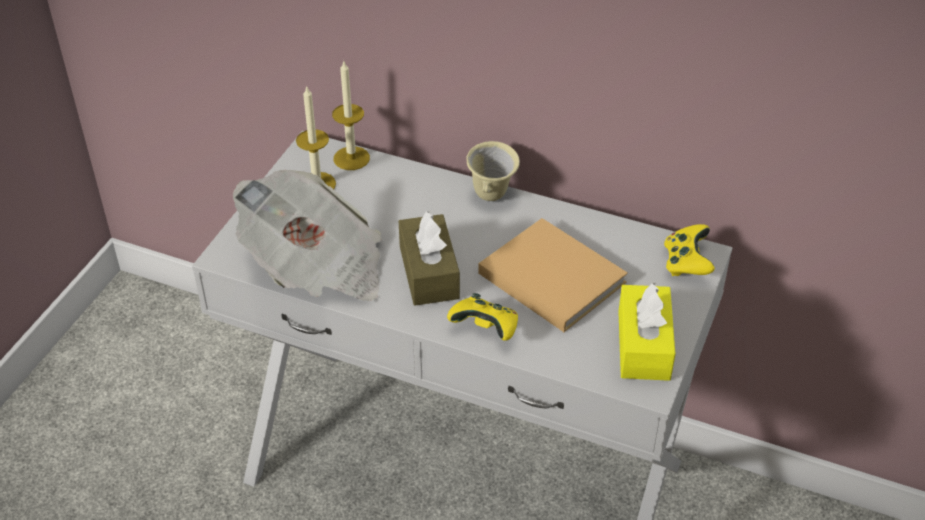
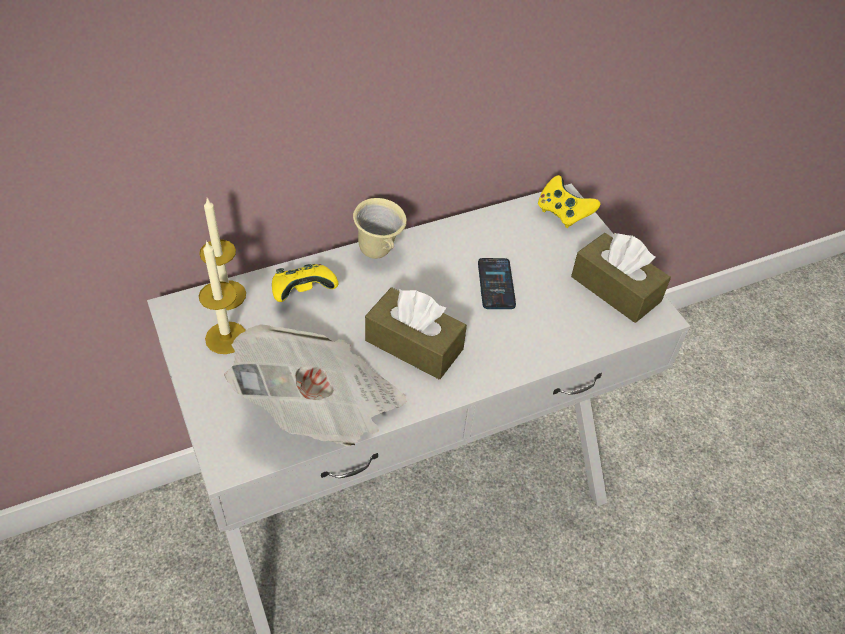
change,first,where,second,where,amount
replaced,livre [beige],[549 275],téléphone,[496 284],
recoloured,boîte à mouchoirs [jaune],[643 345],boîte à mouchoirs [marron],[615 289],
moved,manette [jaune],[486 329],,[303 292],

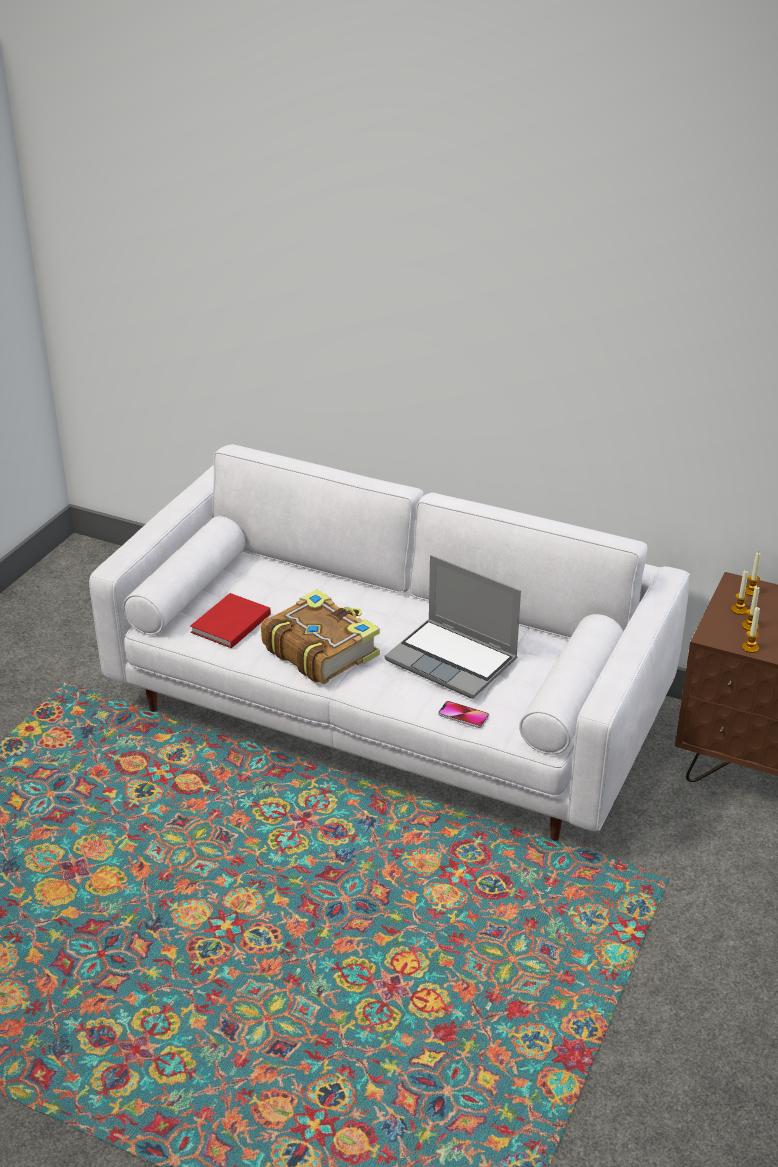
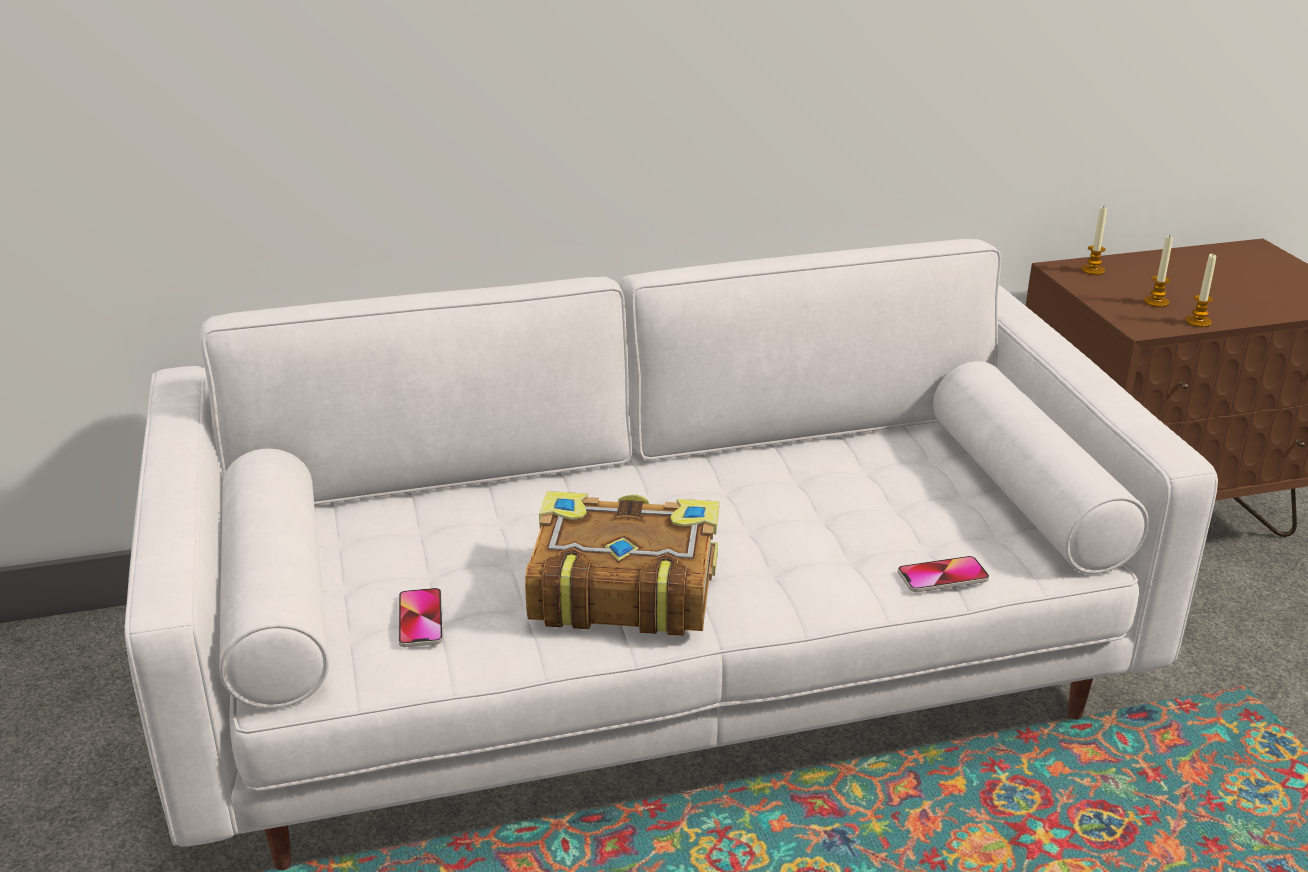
change,first,where,second,where,amount
removed,ordinateur portable,[453 660],,,
removed,bougie,[739 610],,,
replaced,livre [rouge],[228 624],téléphone,[420 619],

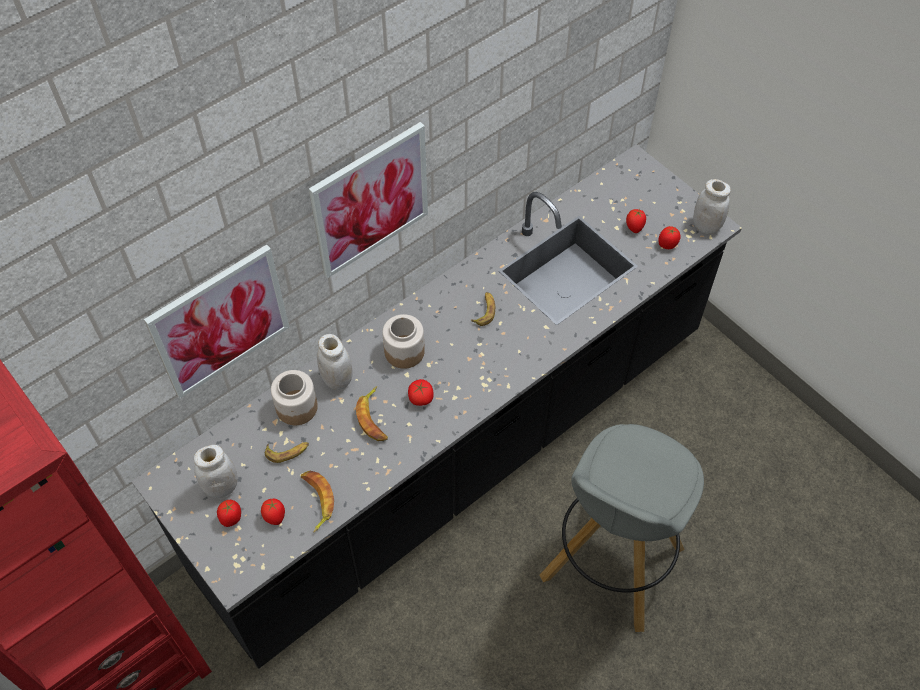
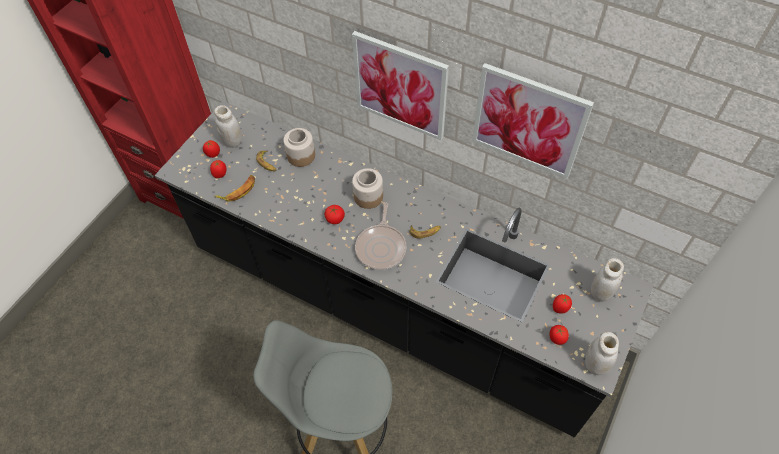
change,first,where,second,where,amount
moved,tableau,[220 321],,[528 121],
moved,bocal [blanc],[337 379],,[601 292],
removed,banane,[374 418],,,
added,,,poêle,[381 247],

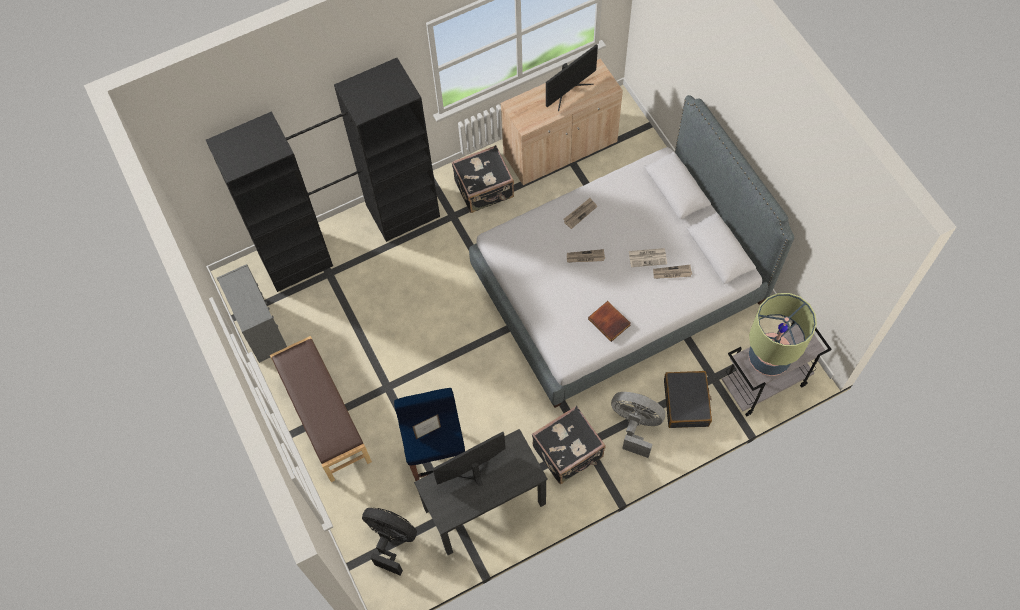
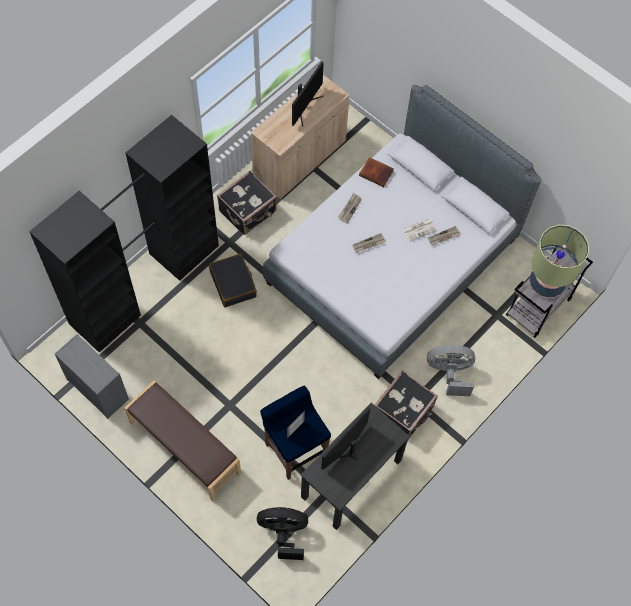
change,first,where,second,where,amount
moved,livre,[610 322],,[376 173],
moved,valise [noir],[686 403],,[233 284],

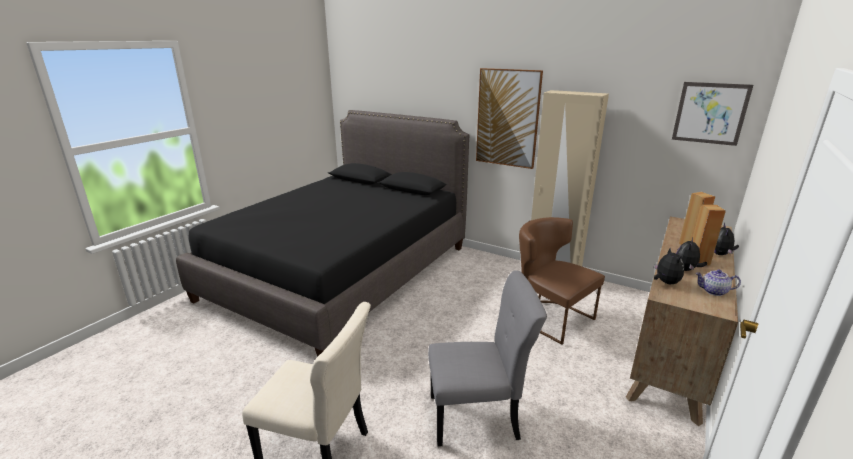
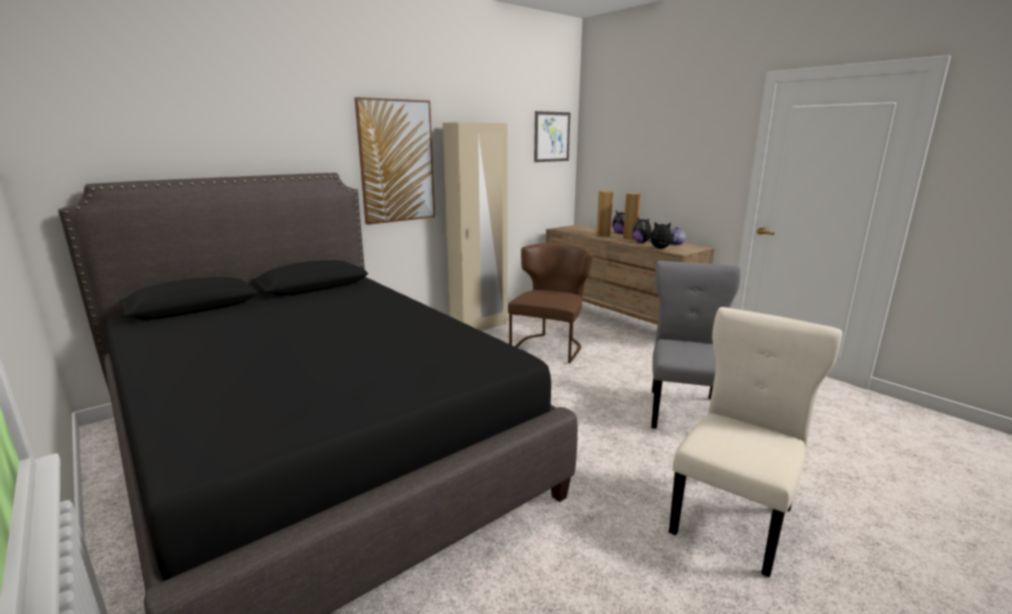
change,first,where,second,where,amount
turned,chaise [marron],[550 317],,[550 346],135 degrees clockwise

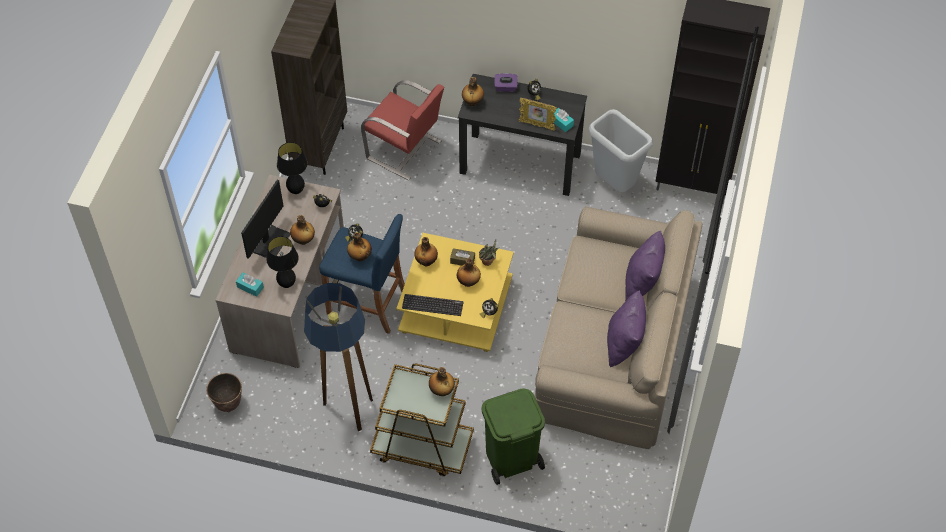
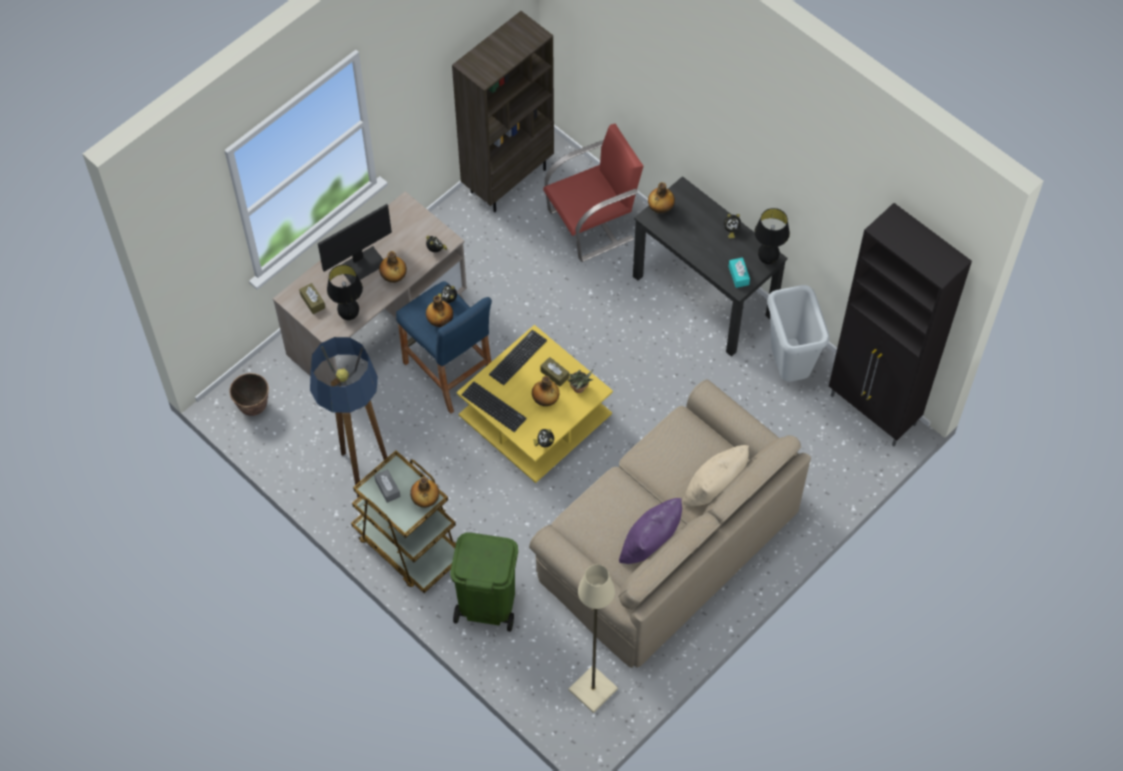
change,first,where,second,where,amount
removed,boîte à mouchoirs [violet],[505 87],,,
turned,chaise [rouge],[405 150],,[592 224],90 degrees counterclockwise
removed,cadre photo,[537 125],,,
moved,lampe de table [noir],[296 190],,[767 260],
recoloured,coussin [violet],[642 282],coussin [beige],[714 491],
replaced,bouteille,[426 261],clavier,[518 357],
recoloured,boîte à mouchoirs [turquoise],[250 287],boîte à mouchoirs [marron],[312 301],
added,,,boîte à mouchoirs [gris],[387 488],
added,,,lampadaire [beige],[593 690],

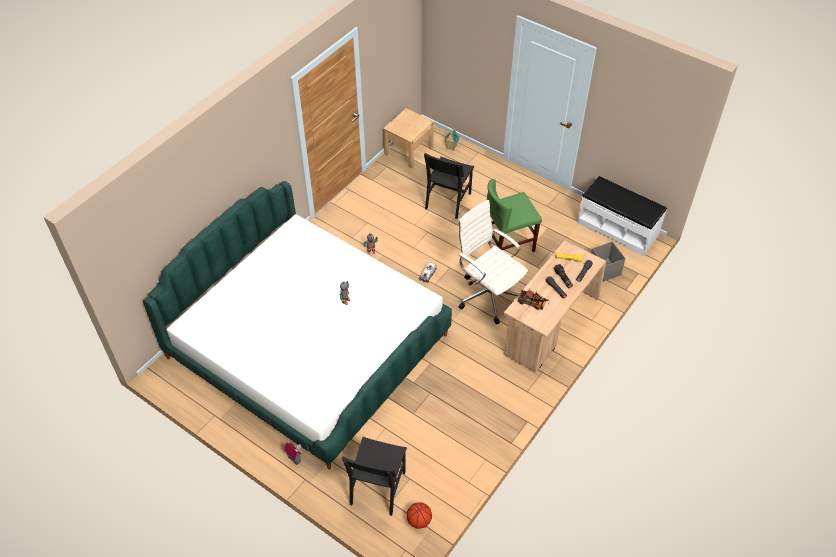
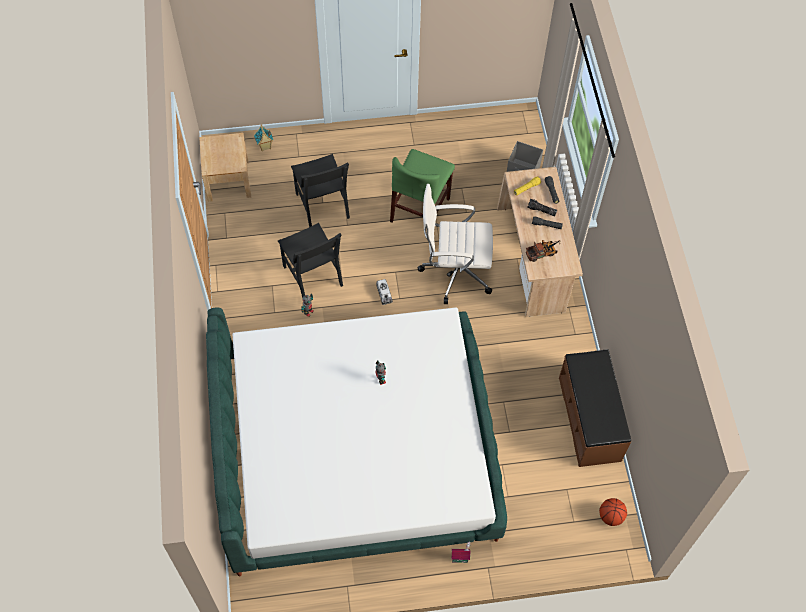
change,first,where,second,where,amount
removed,banc [blanc],[617 229],,,
moved,chaise [noir],[377 487],,[312 276],
added,,,banc [marron],[590 418],

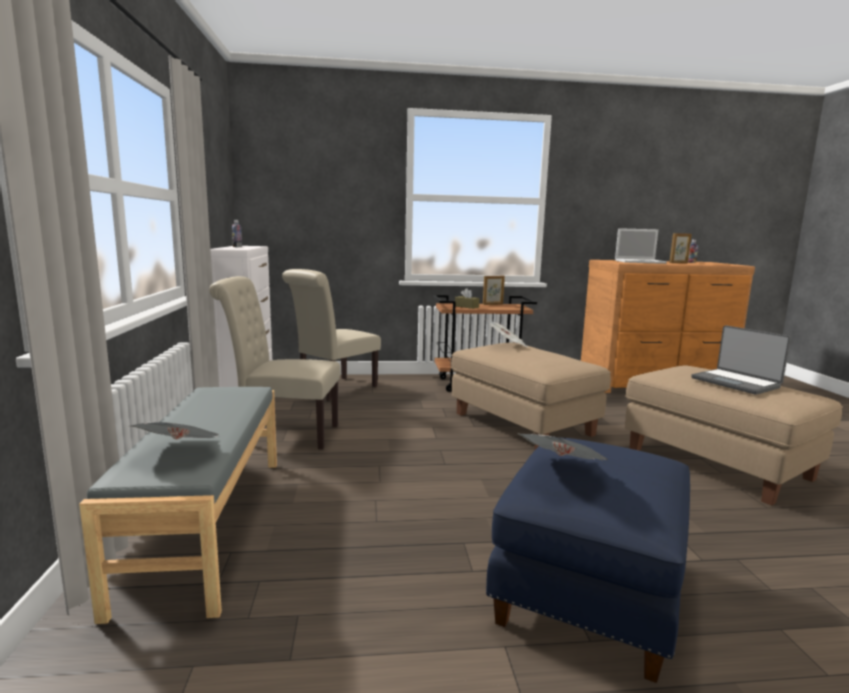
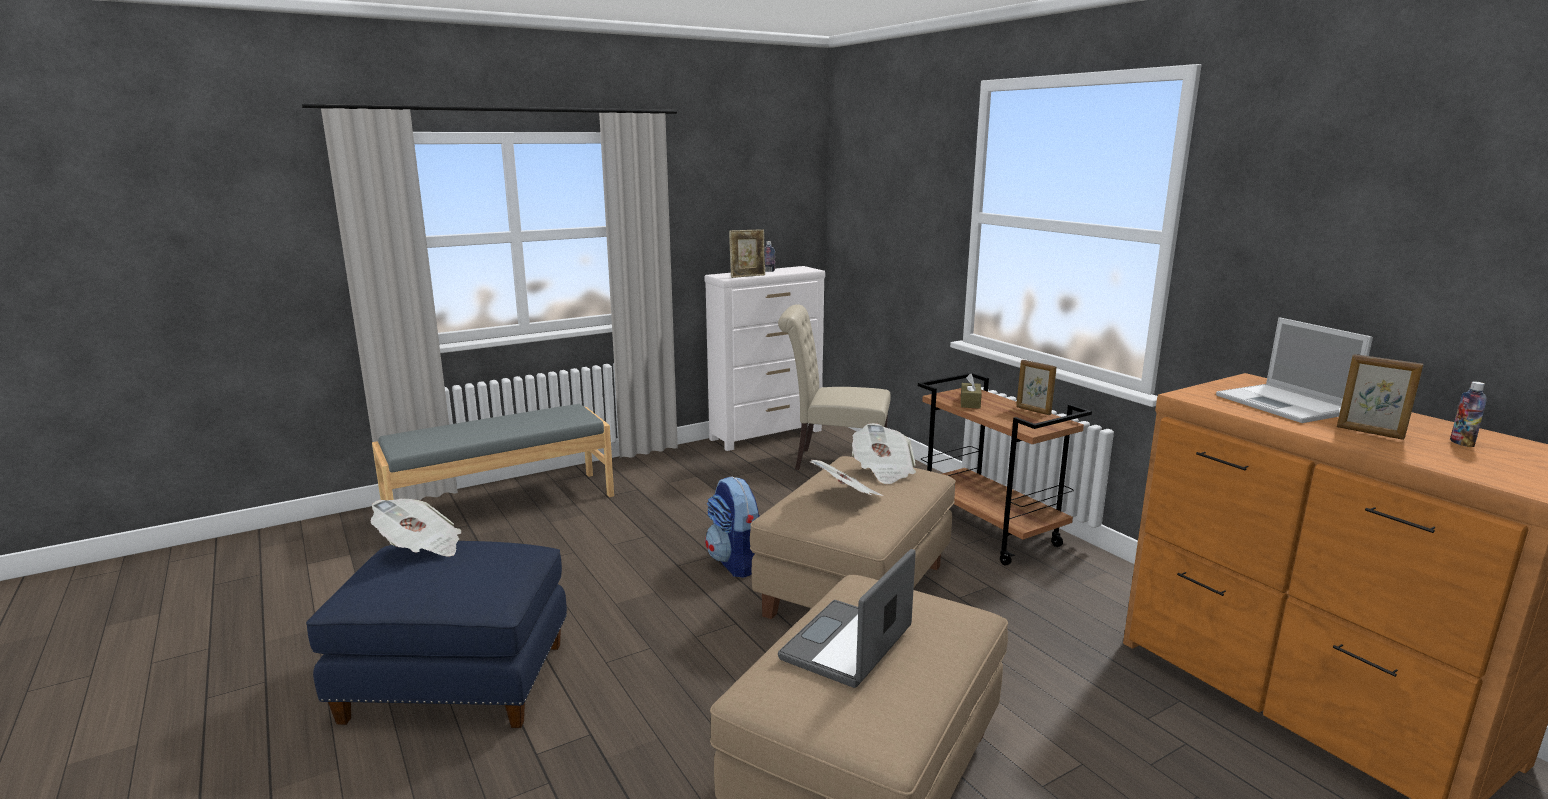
change,first,where,second,where,amount
removed,chaise [beige],[282 434],,,
moved,journal,[181 452],,[846 496],
added,,,cadre photo,[747 276],
added,,,sac à dos,[737 563],

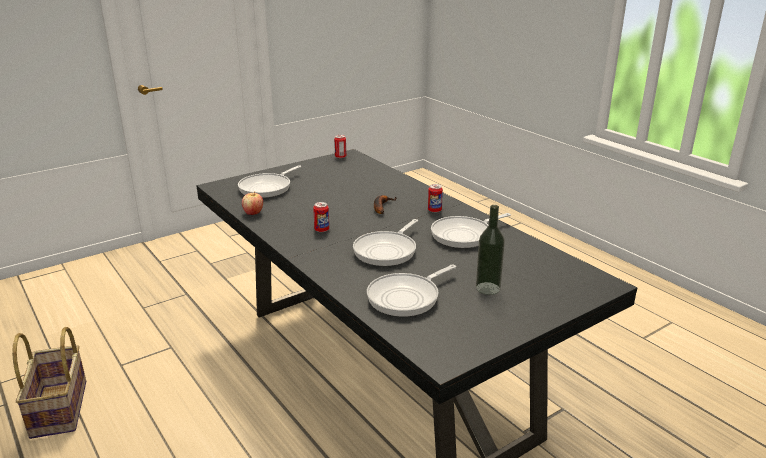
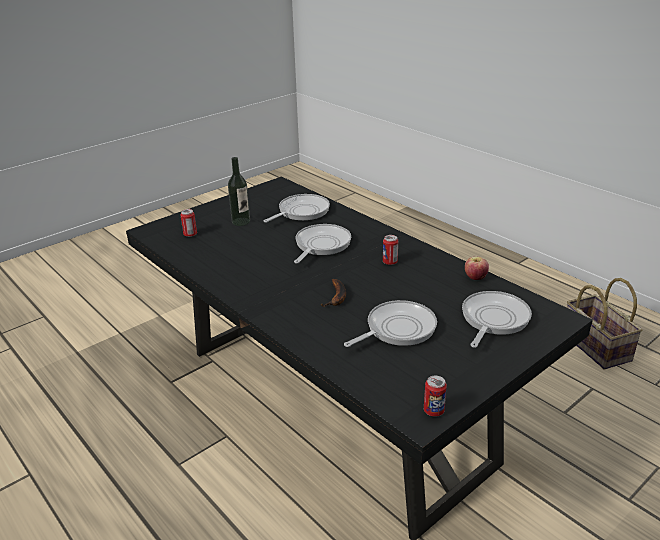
change,first,where,second,where,amount
moved,boîte métallique,[434 210],,[190 234],
moved,poêle,[464 235],,[397 329],

